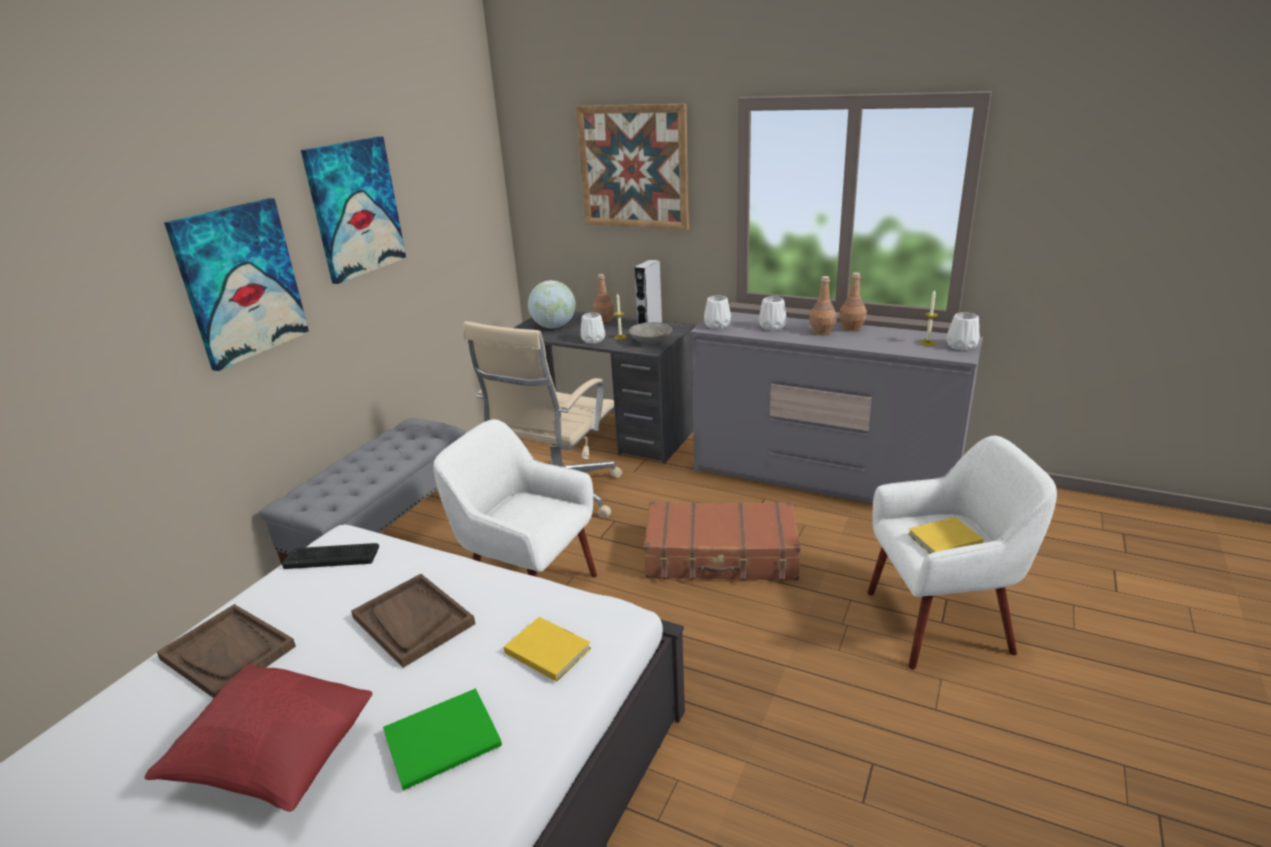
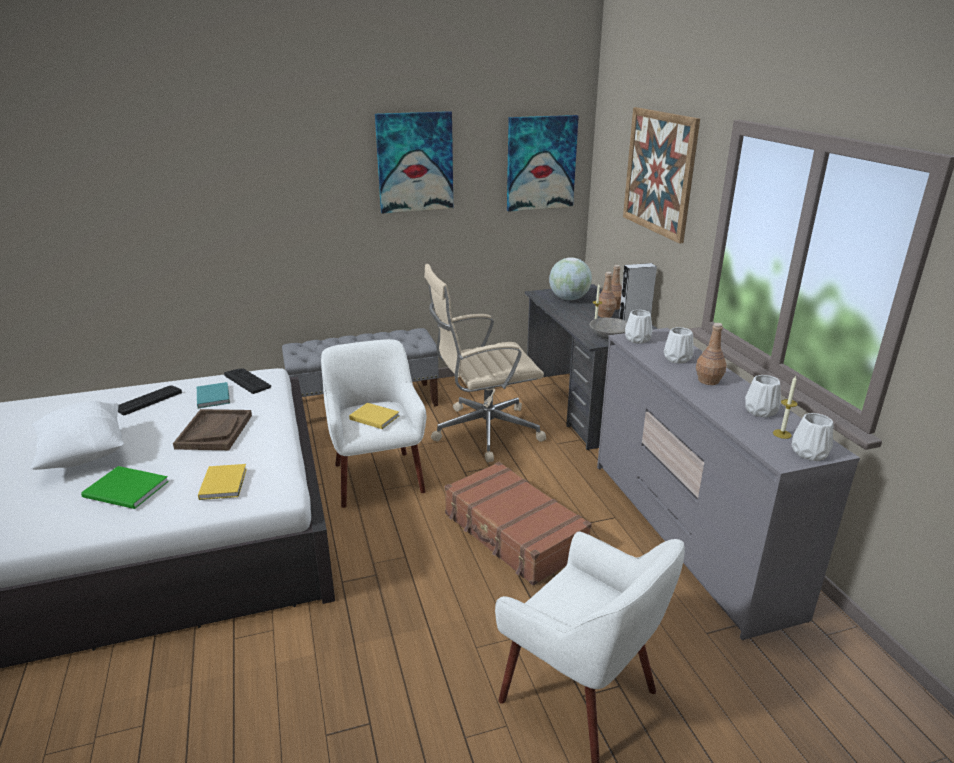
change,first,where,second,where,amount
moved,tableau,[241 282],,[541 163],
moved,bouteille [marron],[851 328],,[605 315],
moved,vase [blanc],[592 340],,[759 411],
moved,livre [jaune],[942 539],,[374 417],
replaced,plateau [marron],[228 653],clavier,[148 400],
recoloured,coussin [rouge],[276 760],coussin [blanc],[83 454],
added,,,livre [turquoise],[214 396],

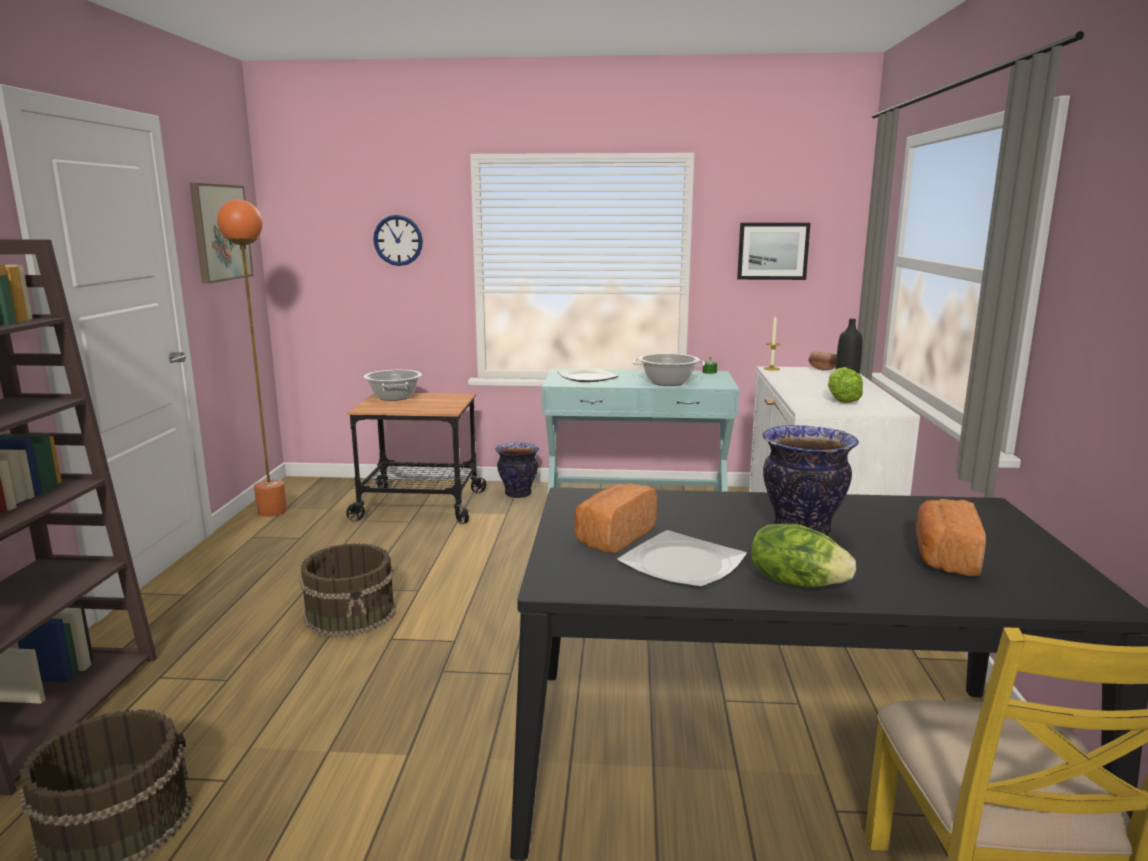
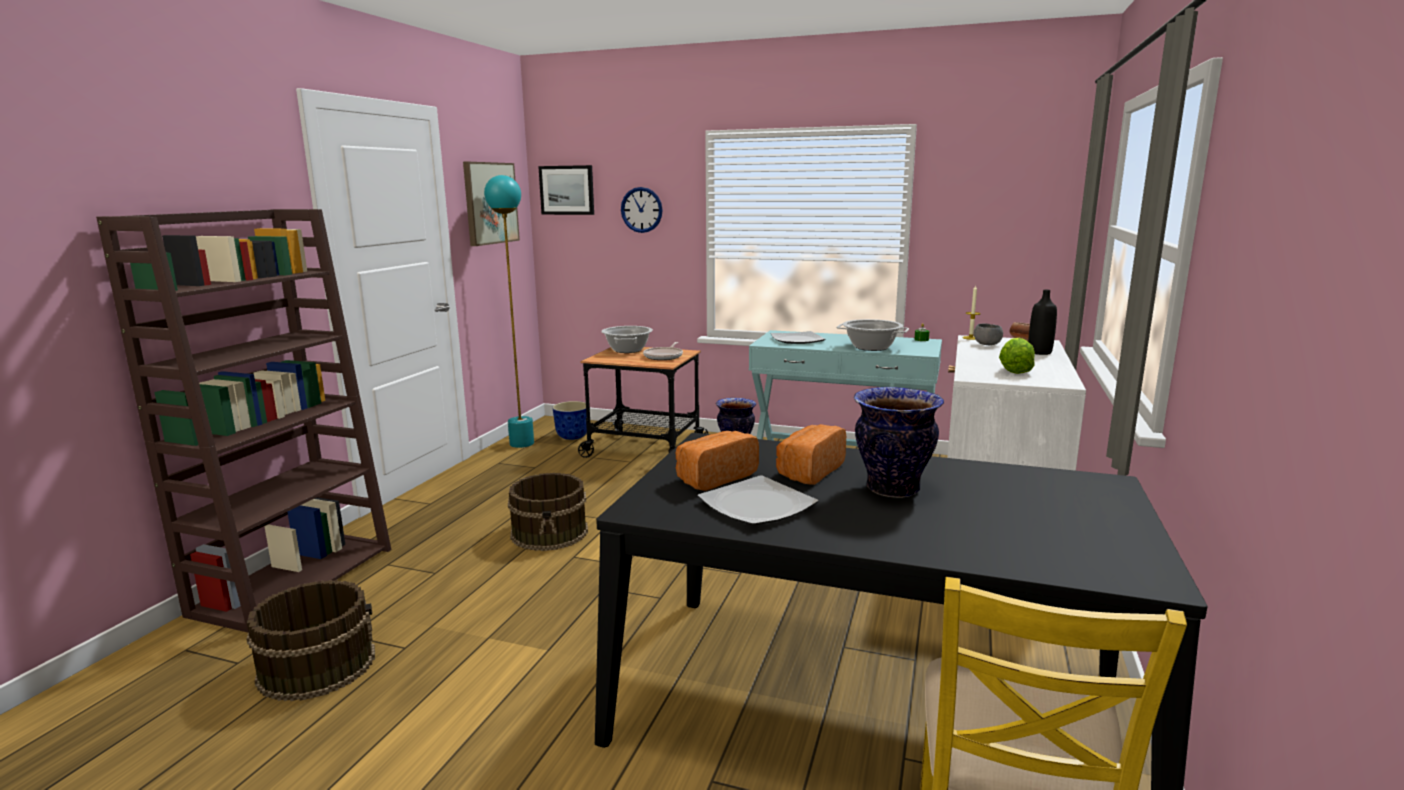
change,first,where,second,where,amount
recoloured,lampadaire [orange],[272 511],lampadaire [turquoise],[522 443],
moved,tableau,[772 251],,[567 190],
moved,pain,[944 557],,[808 471],
removed,laitue,[796 582],,,
added,,,bol [gris],[987 344],
added,,,poêle,[664 356],
added,,,cache-pot,[572 436],

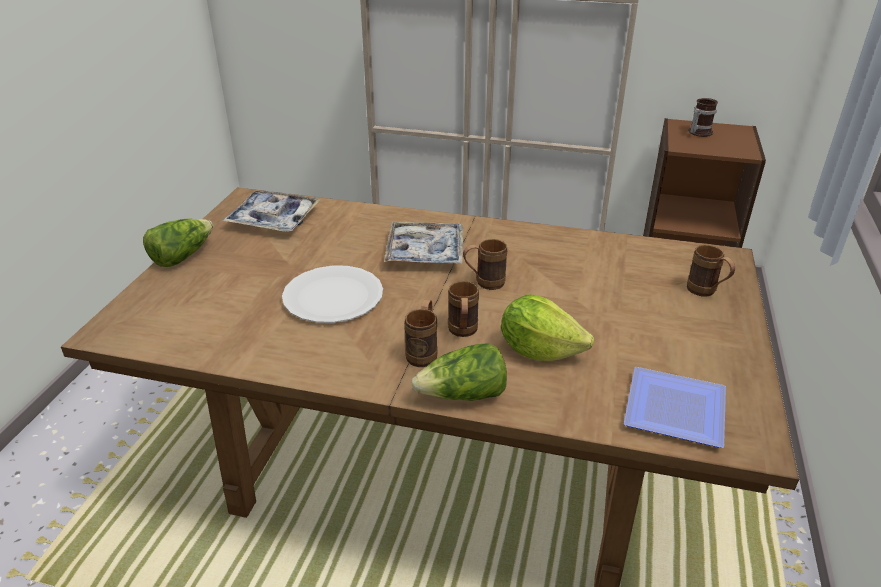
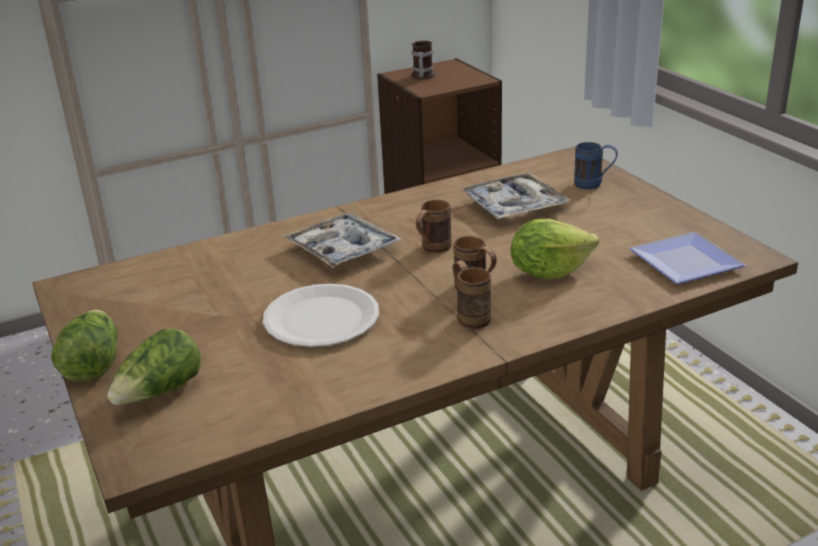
change,first,where,second,where,amount
moved,plateau,[274 219],,[514 206],
recoloured,mug [marron],[706 292],mug [bleu],[594 185],
moved,laitue,[463 395],,[160 392],

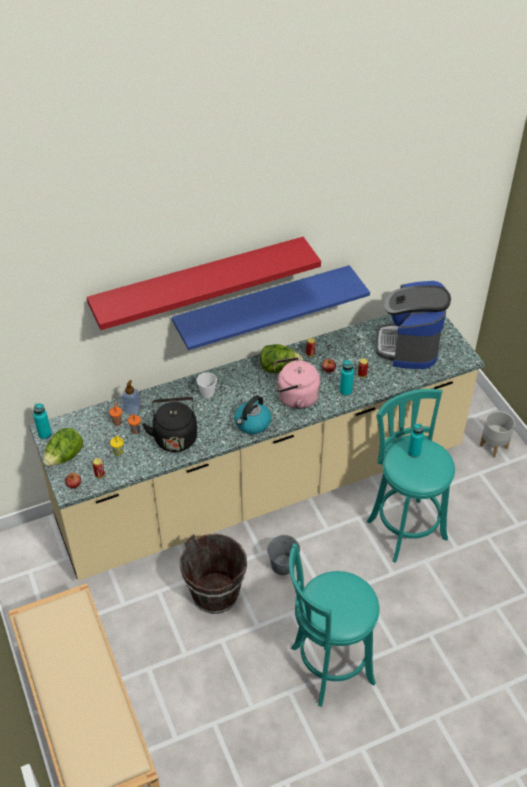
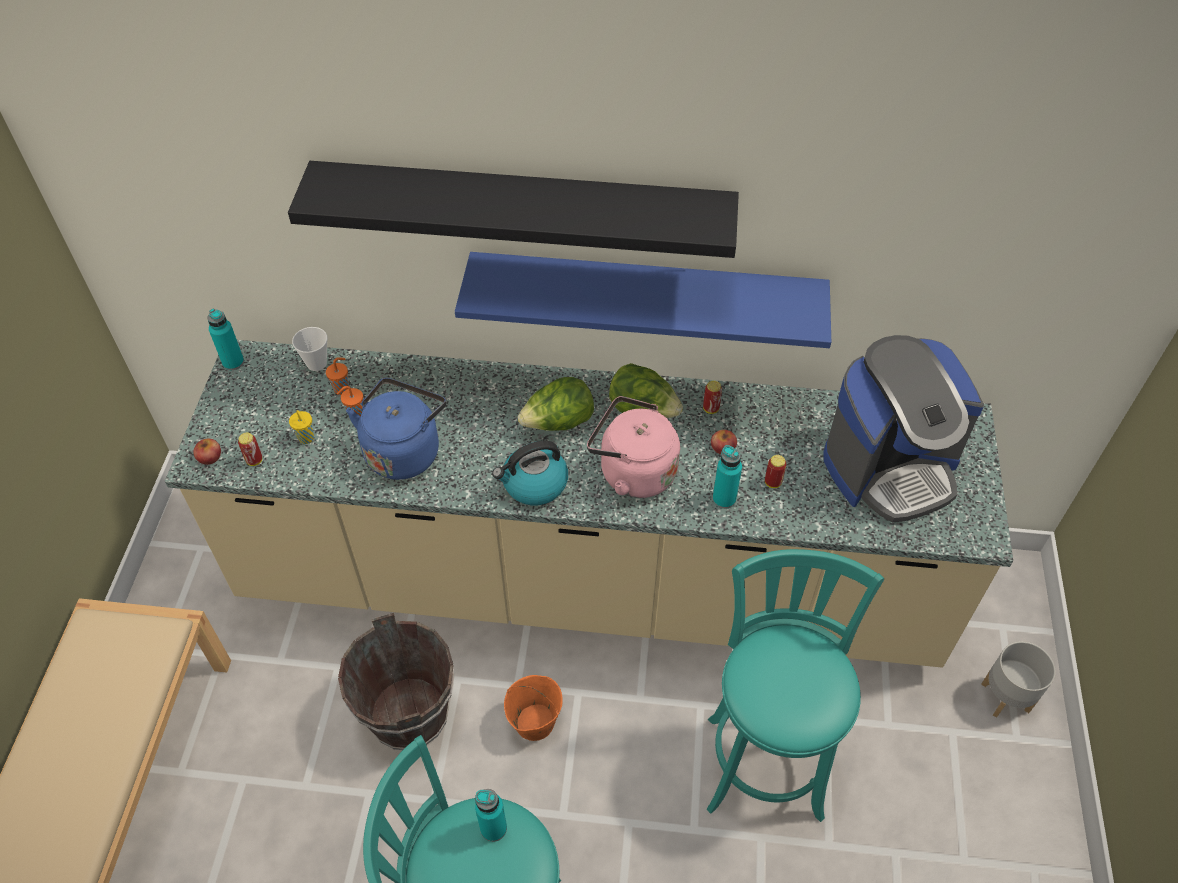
change,first,where,second,where,amount
recoloured,étagère [rouge],[199 282],étagère [noir],[523 207],
turned,machine à café,[408 346],,[890 467],150 degrees counterclockwise
moved,tasse,[207 394],,[316 363],
removed,distributeur de savon,[132 410],,,
recoloured,bouilloire [noir],[175 436],bouilloire [bleu],[404 450],
moved,bouteille [turquoise],[414 453],,[493 828],
moved,laitue,[64 457],,[558 423],
recoloured,seau [gris],[283 565],seau [orange],[534 723],

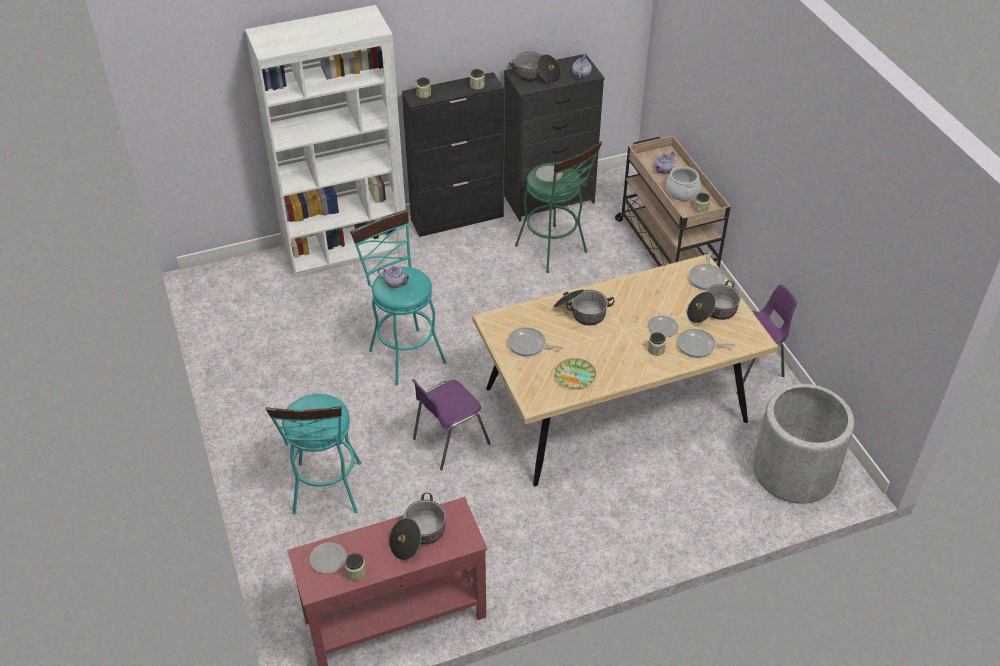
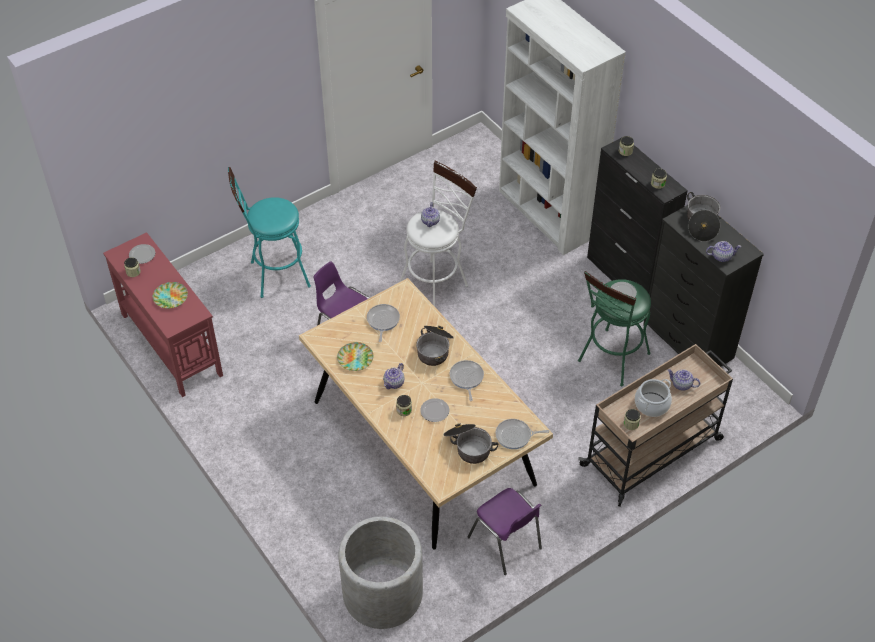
change,first,where,second,where,amount
recoloured,tabouret [turquoise],[403 352],tabouret [blanc],[436 283],
moved,poêle,[698 346],,[466 378],
replaced,marmite,[418 536],assiette,[170 297],
added,,,théière,[394 383],

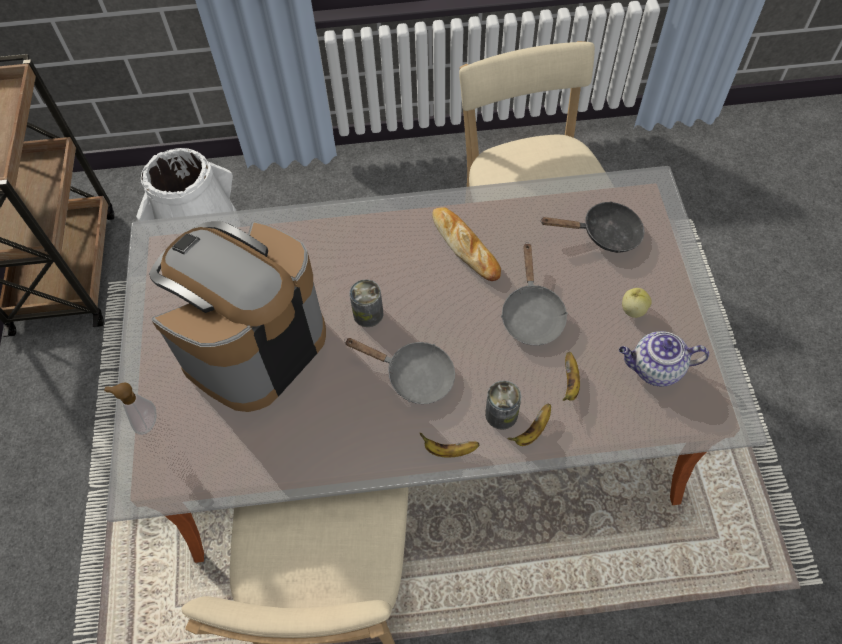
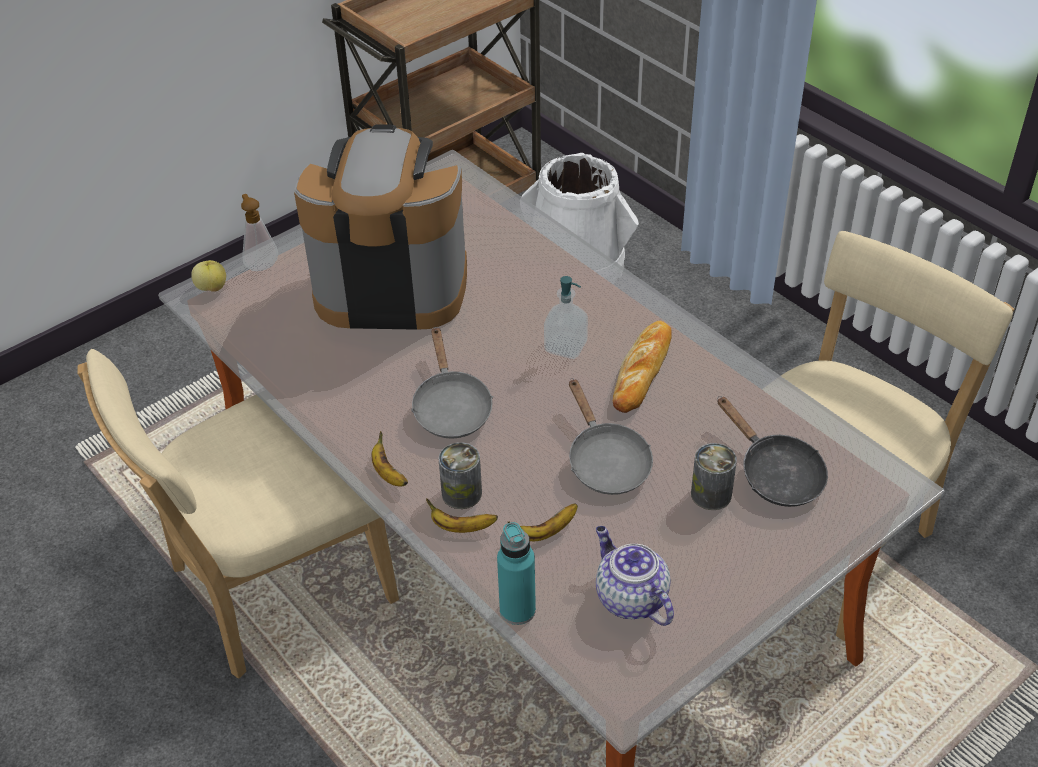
change,first,where,second,where,amount
turned,poêle [gris],[531 314],,[605 461],75 degrees counterclockwise
moved,boîte métallique,[368 314],,[711 494],
moved,pomme,[633 309],,[212 288],
added,,,distributeur de savon,[565 347],
added,,,bouteille [turquoise],[517 610],

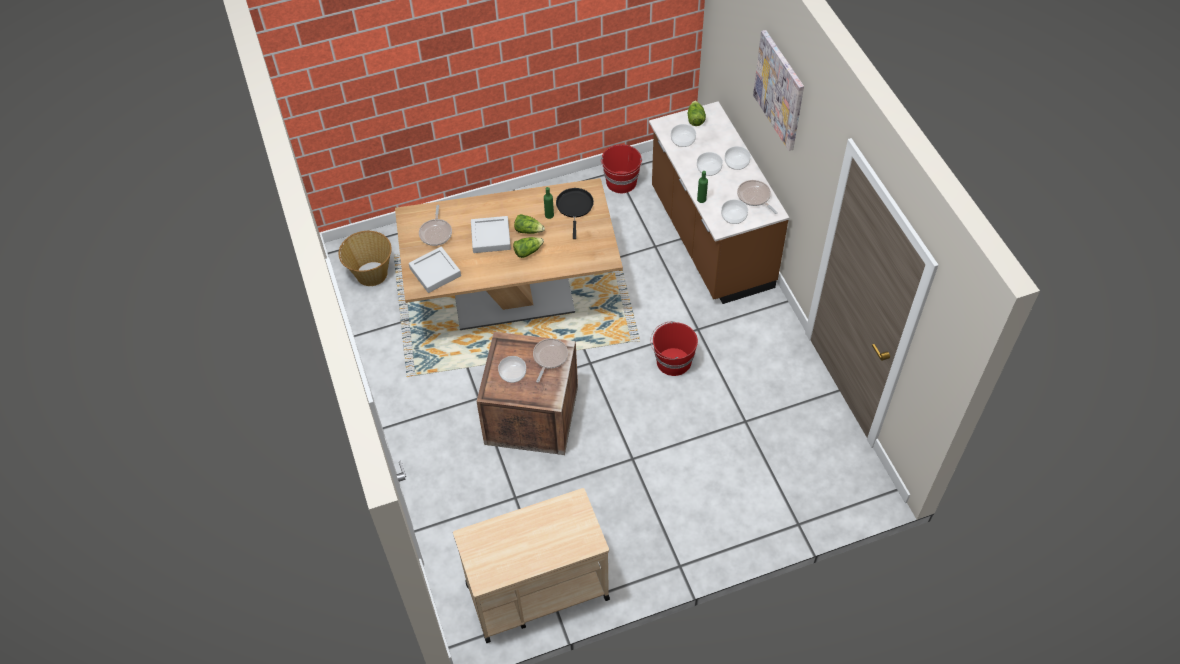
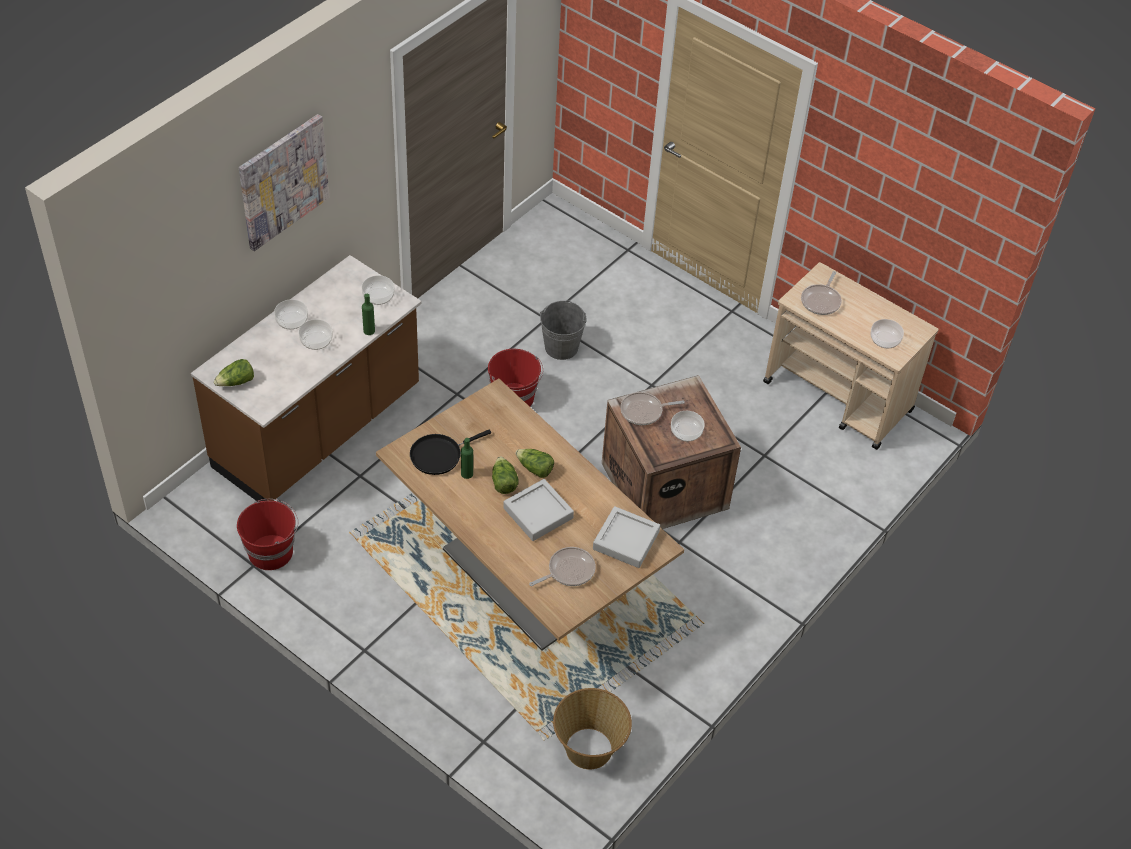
change,first,where,second,where,amount
moved,bol,[682 140],,[884 340],
moved,poêle,[755 197],,[821 301],
added,,,seau [gris],[561 347],

